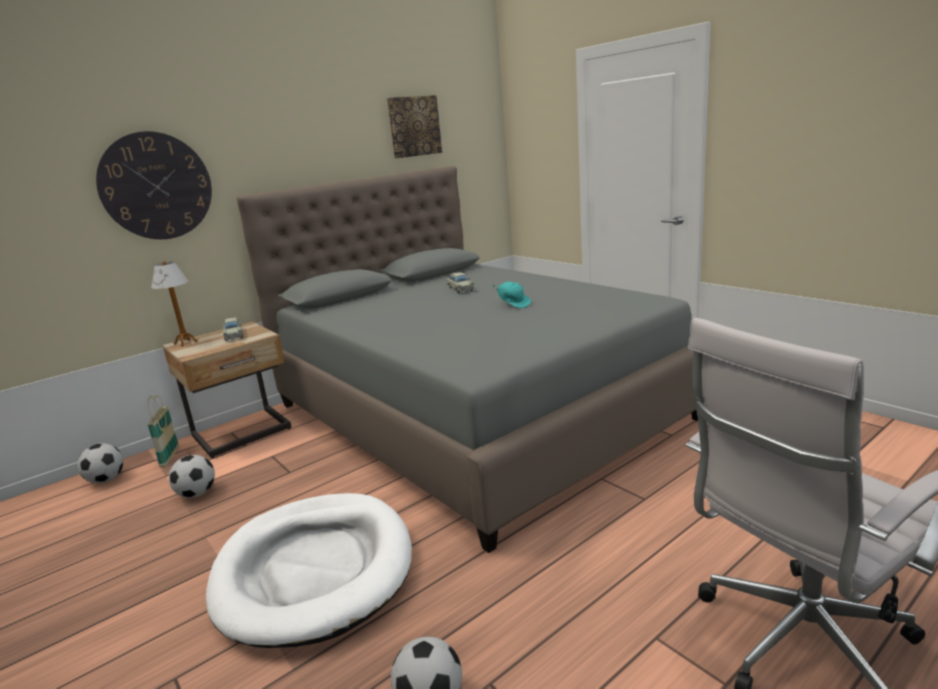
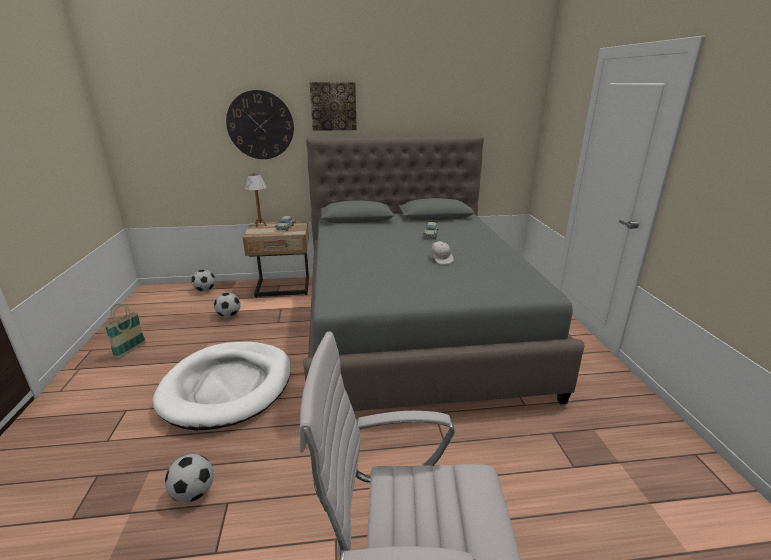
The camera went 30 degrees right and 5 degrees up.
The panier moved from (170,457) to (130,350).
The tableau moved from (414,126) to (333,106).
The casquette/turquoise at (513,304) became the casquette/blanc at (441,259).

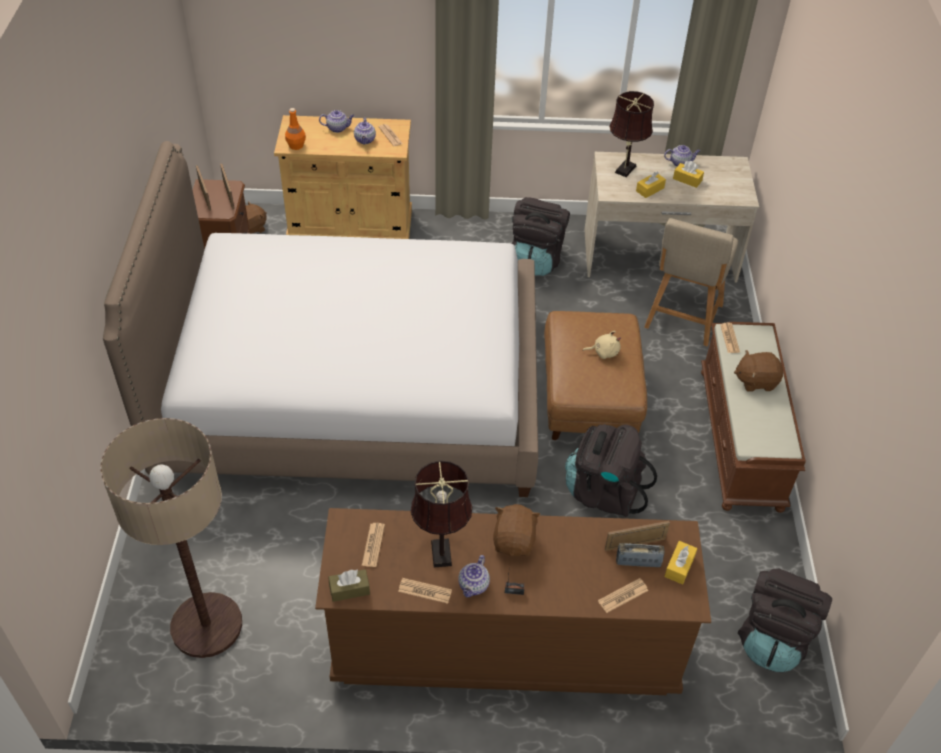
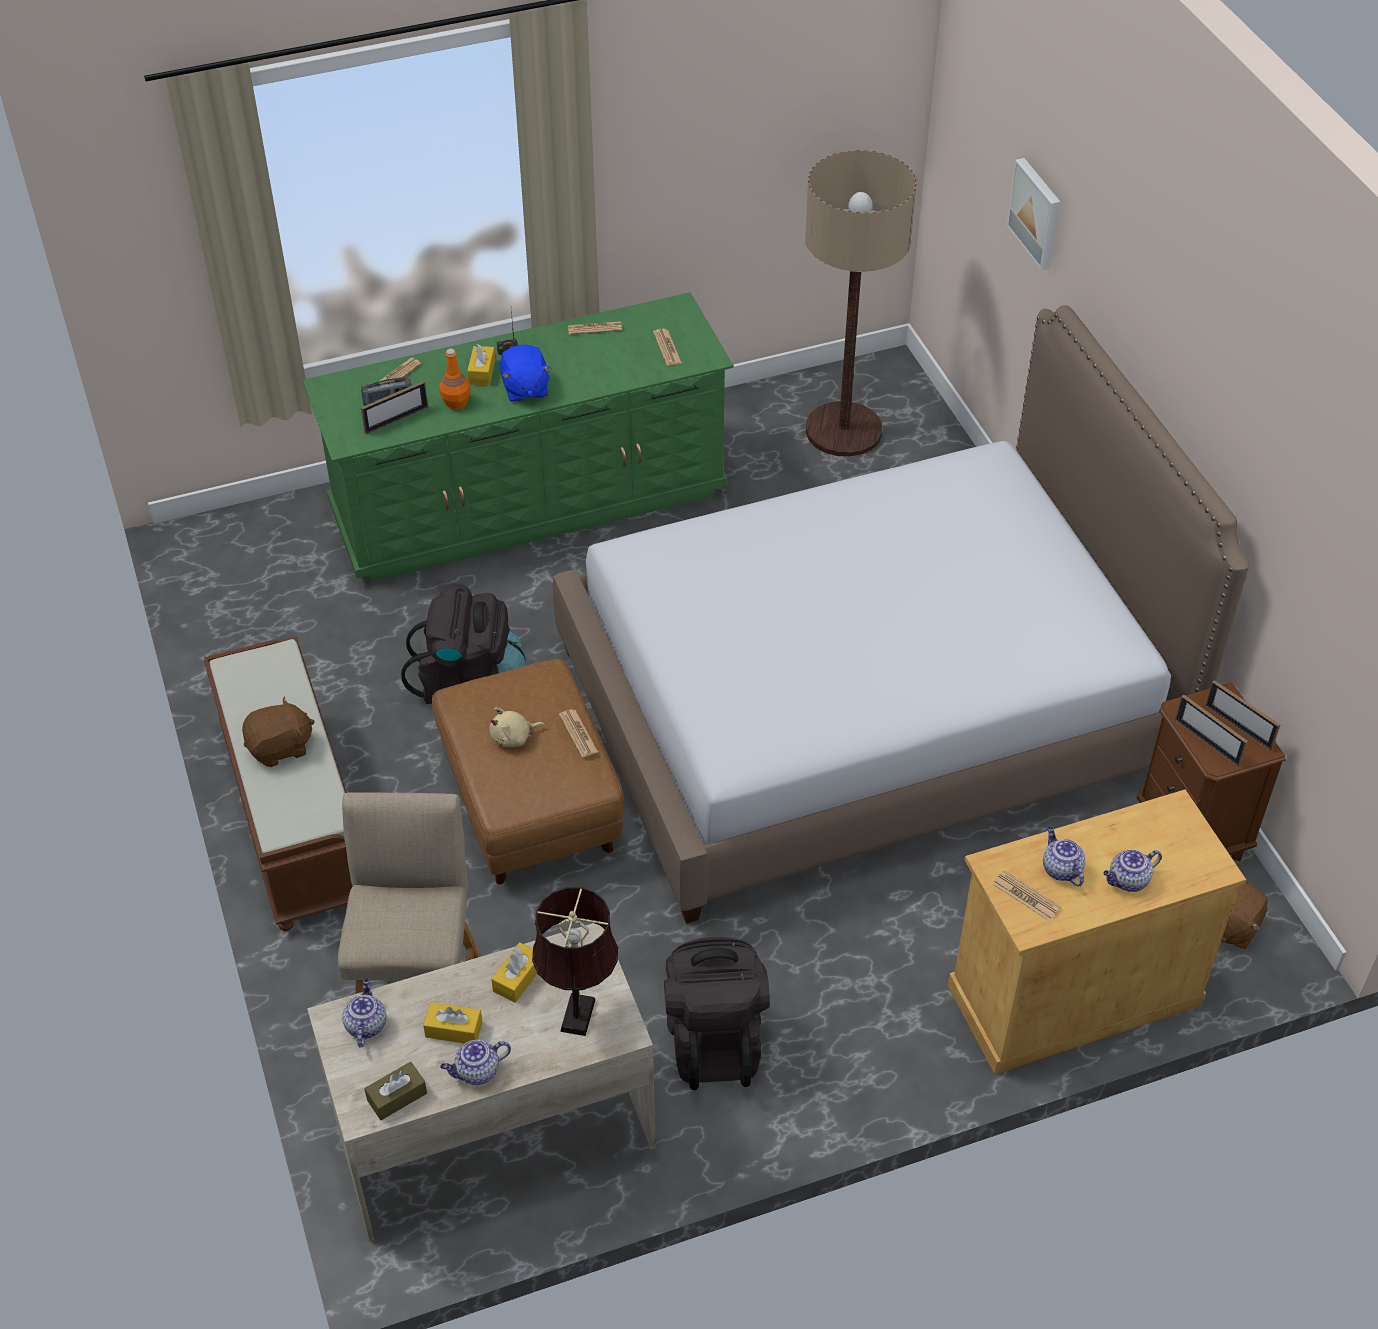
The camera went 160 degrees right and 0 degrees up.
The commode/marron at (505,642) became the commode/vert at (529,502).
The théière moved from (473,586) to (365,1024).
The boîte à mouchoirs/marron moved from (349,589) to (397,1096).
The bouteille/orange moved from (296,146) to (456,402).
The boîte à mouchoirs/jaune moved from (679,566) to (482,372).
The peluche/marron at (514,541) became the peluche/bleu at (525,388).
The journal moved from (729,338) to (578,734).
The tableau at (1037,213) appeared.
The lampe de table/marron at (441,550) disappeared.
The sac à dos/noir at (773,638) disappeared.

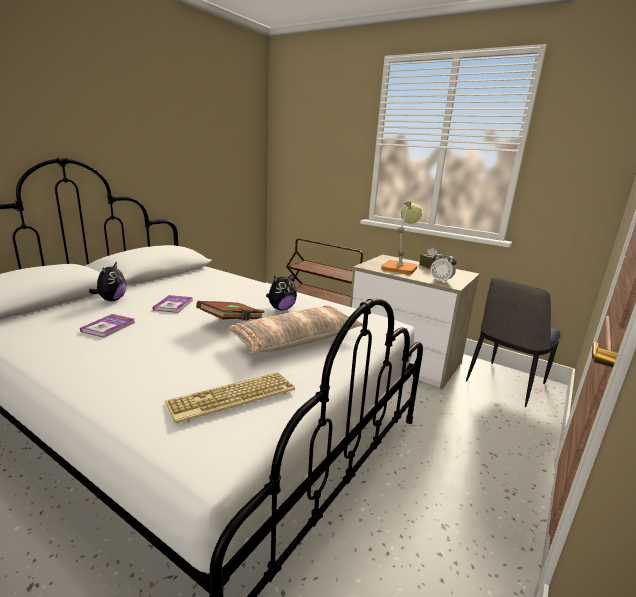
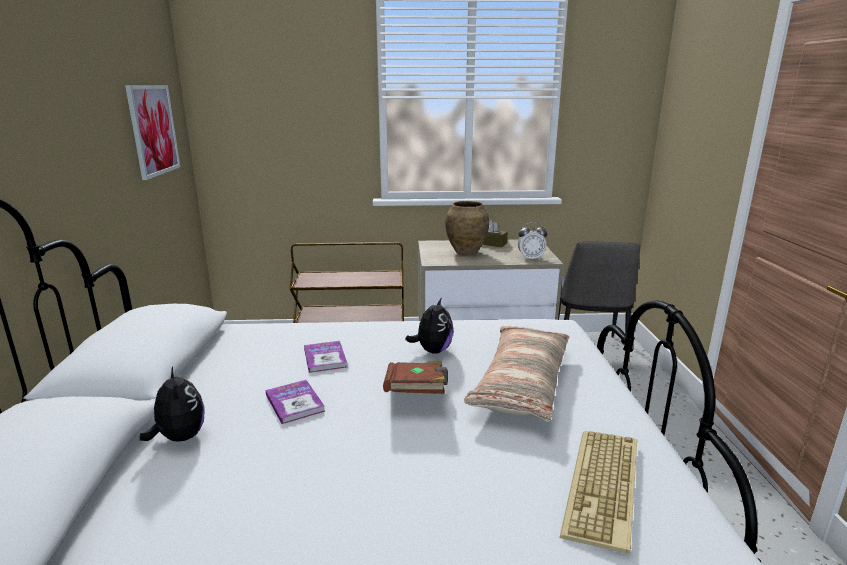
The camera went 35 degrees left and 0 degrees up.
The tableau at (153,130) appeared.
The livre moved from (108,327) to (325,358).
The lampe de table at (400,267) was replaced by the vase/marron at (466,252).

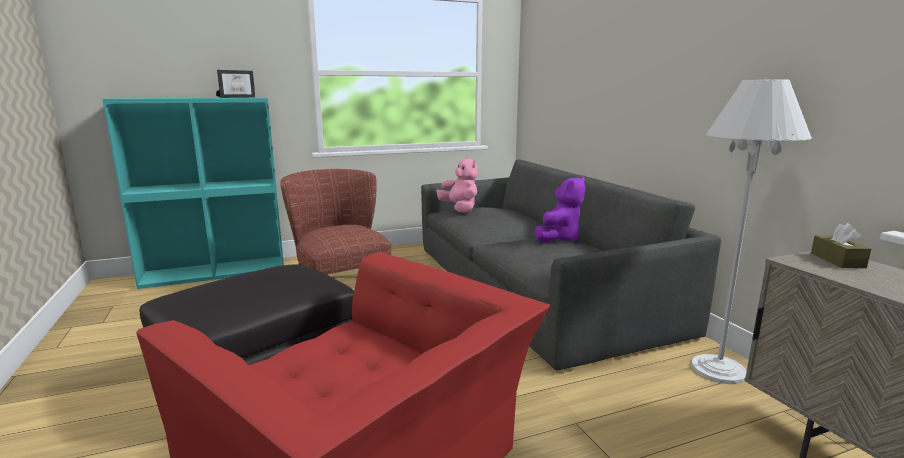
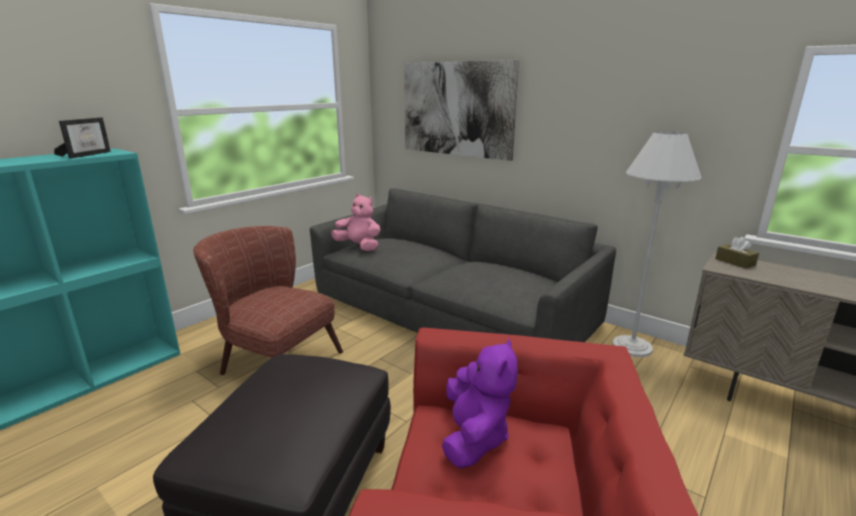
The camera went 30 degrees left and 5 degrees up.
The tableau at (457,109) appeared.
The peluche/violet moved from (559,238) to (474,437).

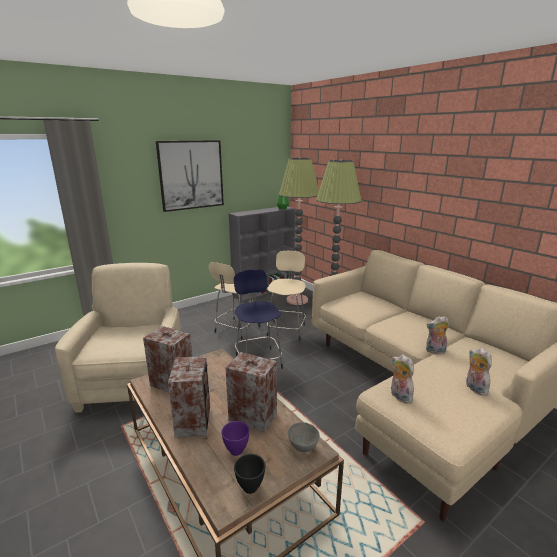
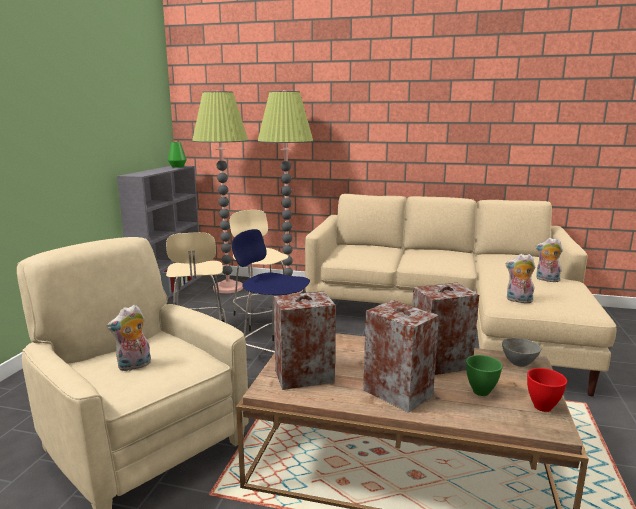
The camera went 40 degrees left and 5 degrees down.
The peluche moved from (435,351) to (134,366).
The bol/violet at (235,451) became the bol/vert at (480,392).
The bol/noir at (250,487) became the bol/rouge at (541,406).
The tableau at (191,175) disappeared.

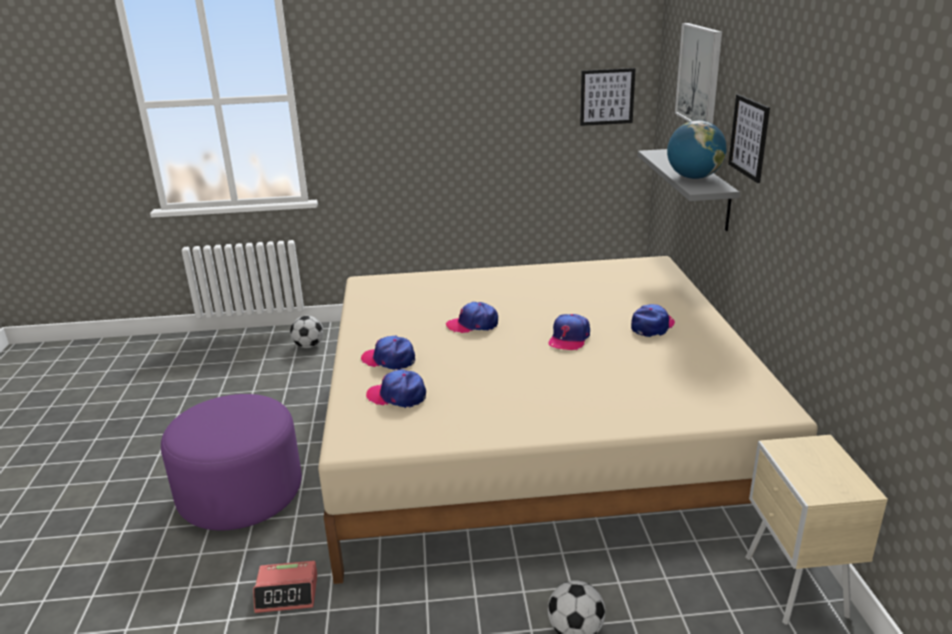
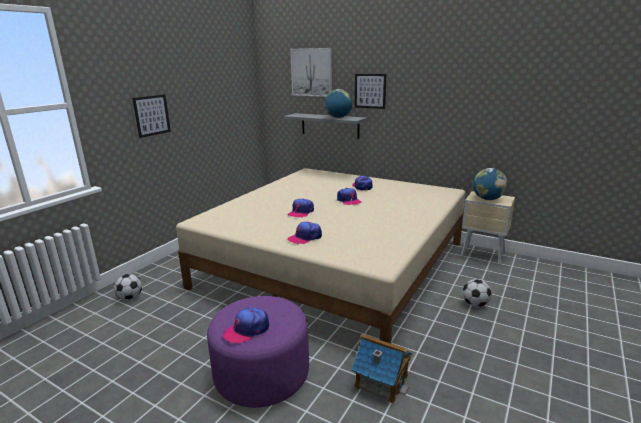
The camera went 55 degrees left and 5 degrees down.
The tableau moved from (607,97) to (152,115).
The casquette moved from (397,396) to (247,330).
The réveil at (287,593) was replaced by the maison miniature at (381,381).
The globe at (487,199) appeared.

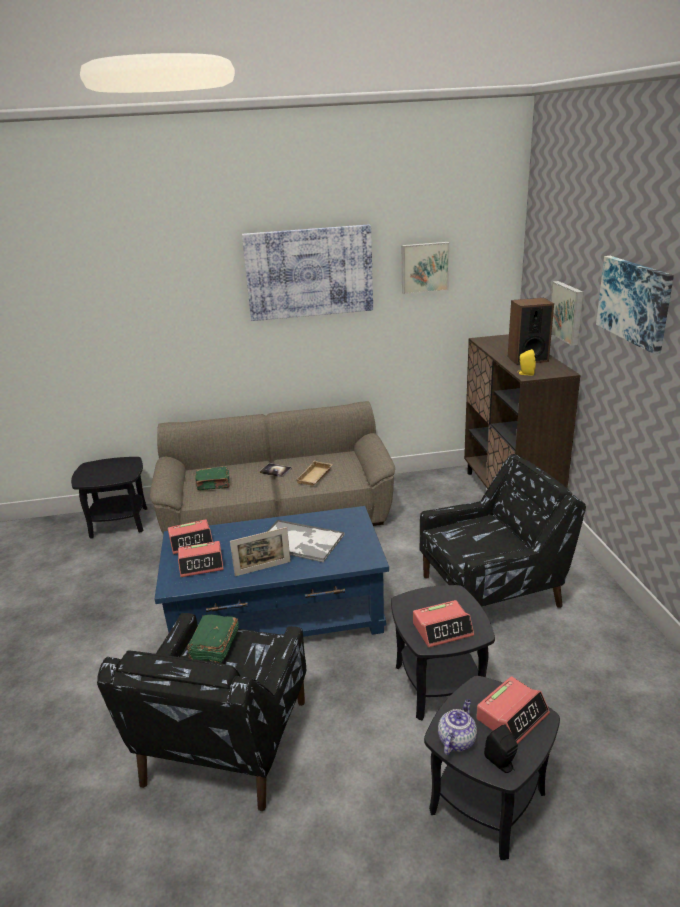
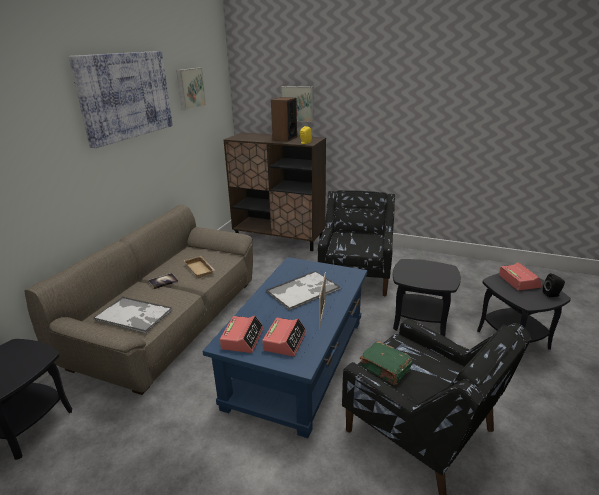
The camera went 60 degrees left and 0 degrees up.
The livre/vert at (214,484) was replaced by the plateau at (134,315).
The réveil at (443,629) disappeared.
The théière at (456,740) disappeared.
The tableau at (635,302) disappeared.

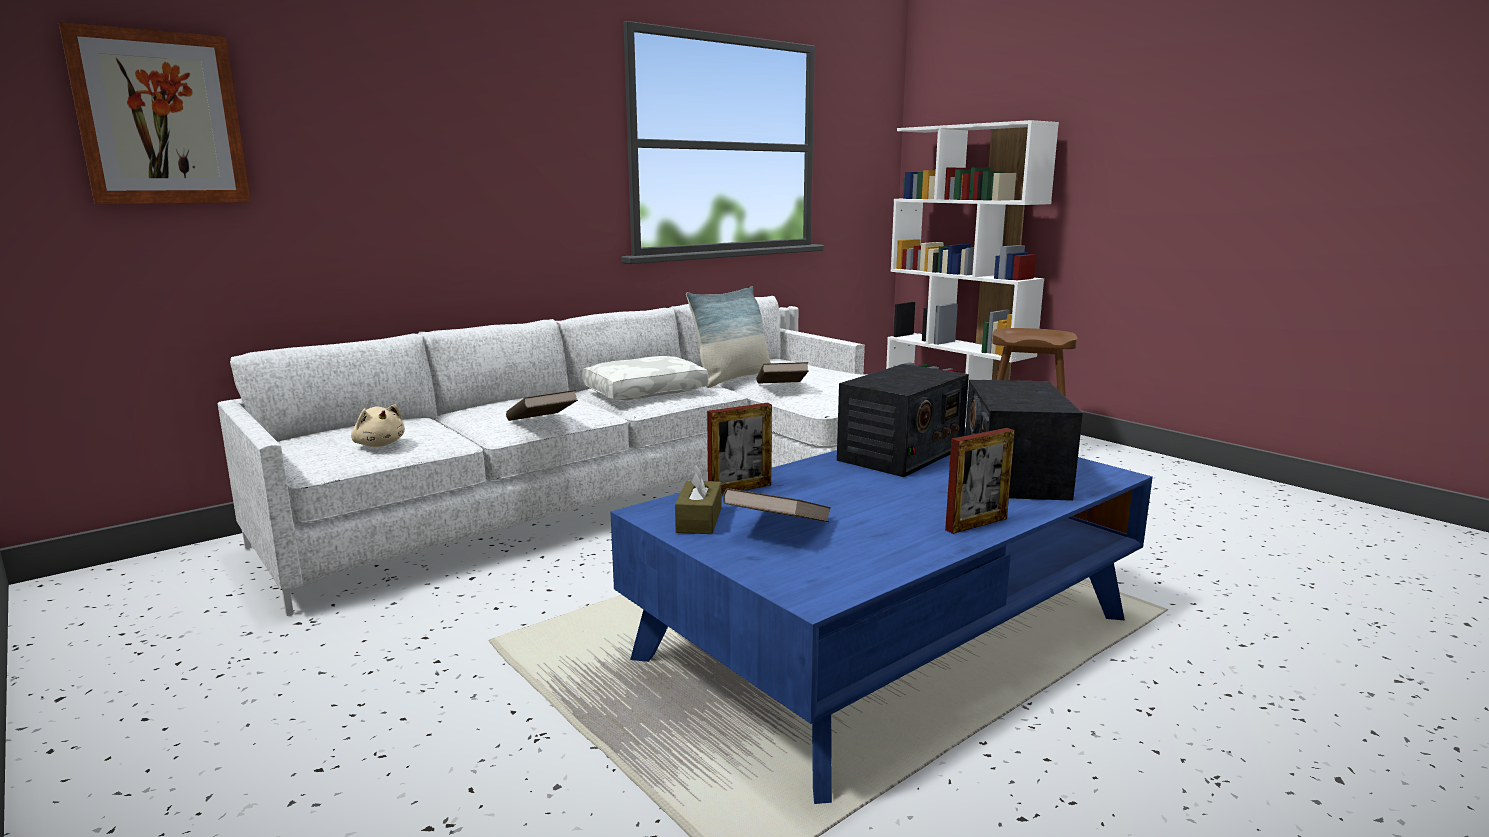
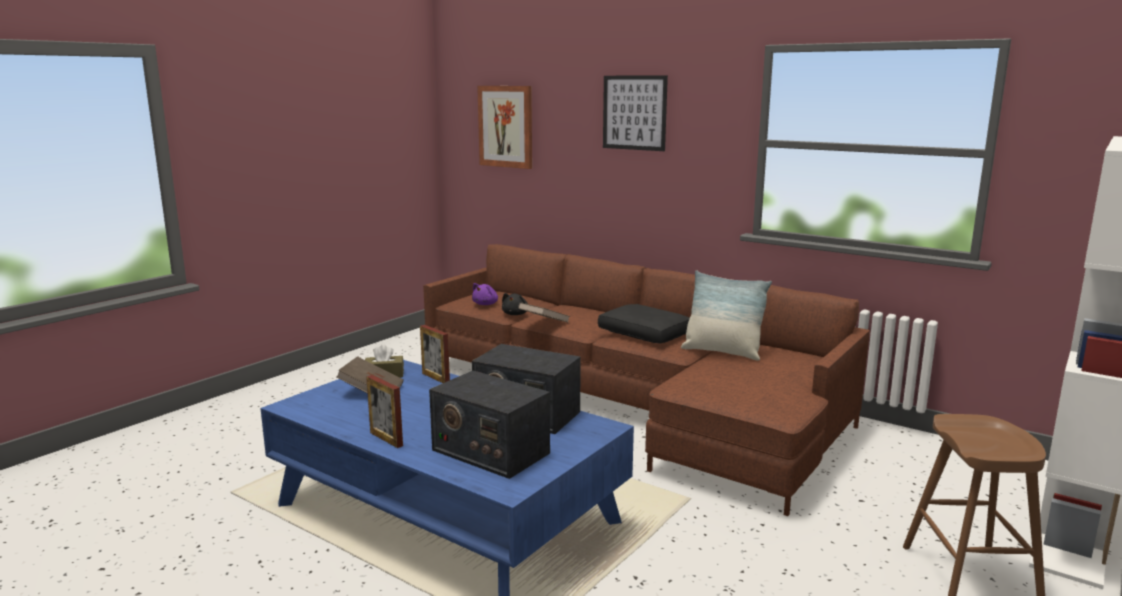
The camera went 75 degrees right and 0 degrees up.
The canapé/blanc at (633,494) became the canapé/marron at (635,404).
The radio at (1013,475) turned 135 degrees counterclockwise.
The peluche/beige at (379,444) became the peluche/violet at (486,304).
The peluche/noir at (516,314) appeared.
The coussin/blanc at (645,391) became the coussin/noir at (646,333).
The tableau at (634,112) appeared.
The livre/marron at (781,388) disappeared.

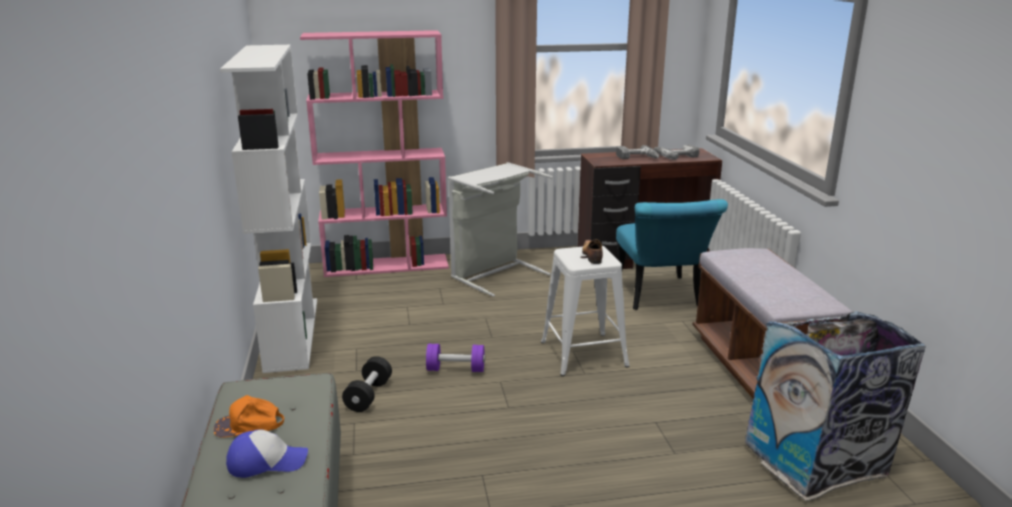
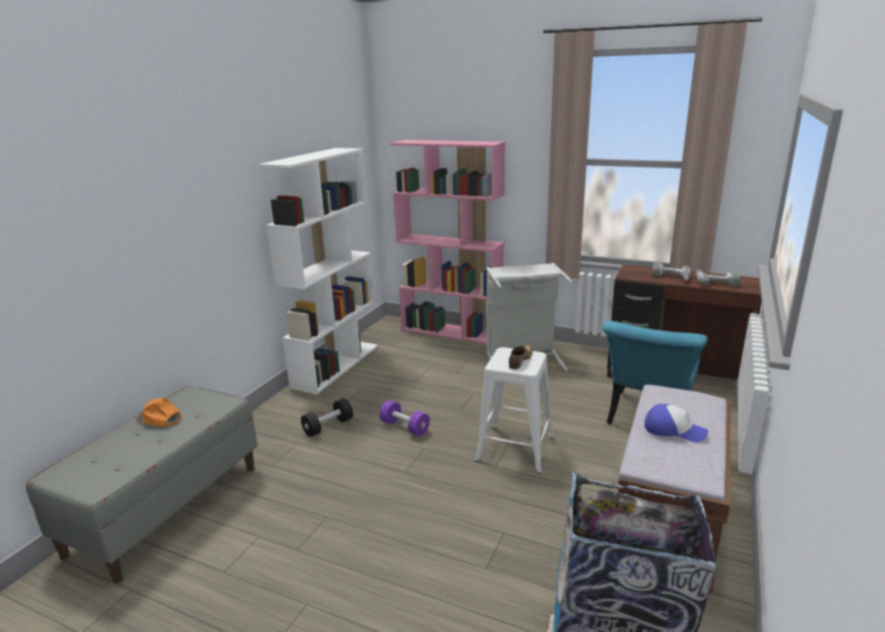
The camera went 35 degrees right and 0 degrees up.
The casquette moved from (267,462) to (674,430).

